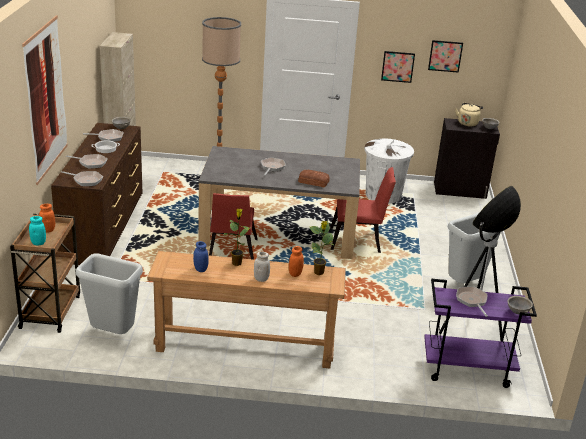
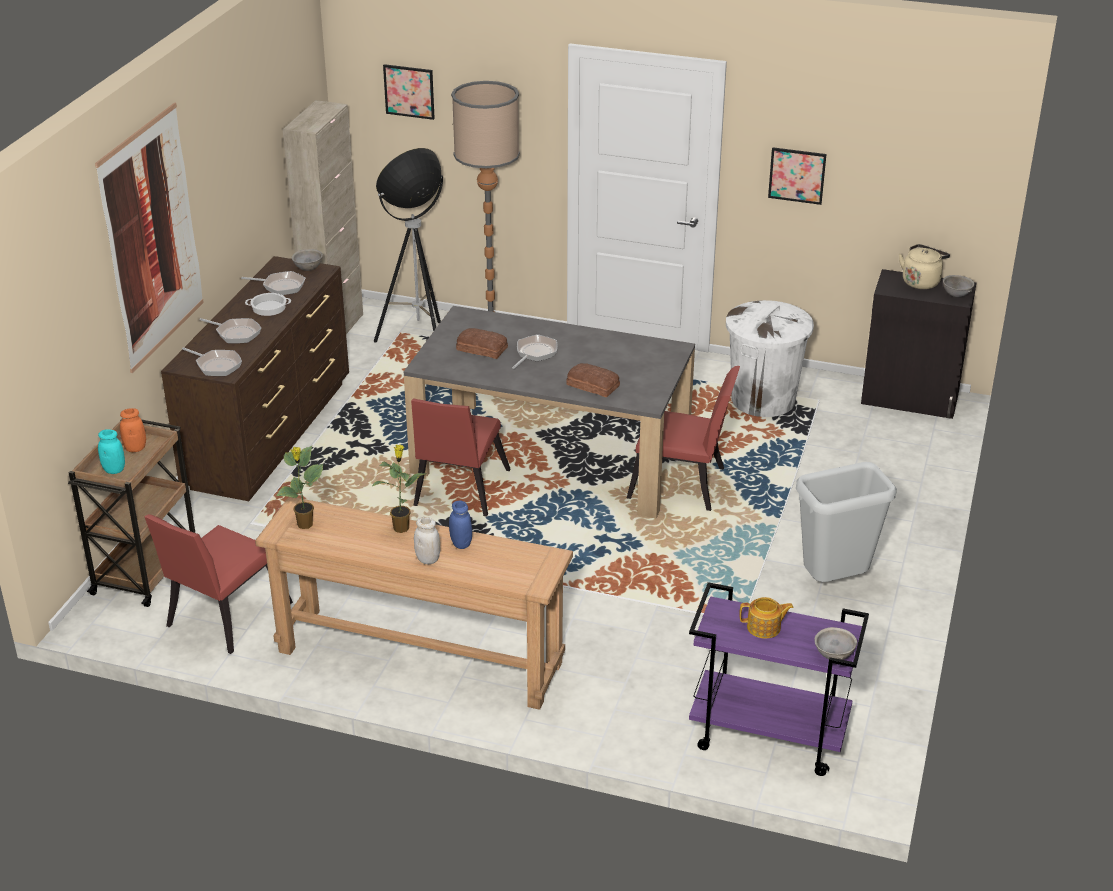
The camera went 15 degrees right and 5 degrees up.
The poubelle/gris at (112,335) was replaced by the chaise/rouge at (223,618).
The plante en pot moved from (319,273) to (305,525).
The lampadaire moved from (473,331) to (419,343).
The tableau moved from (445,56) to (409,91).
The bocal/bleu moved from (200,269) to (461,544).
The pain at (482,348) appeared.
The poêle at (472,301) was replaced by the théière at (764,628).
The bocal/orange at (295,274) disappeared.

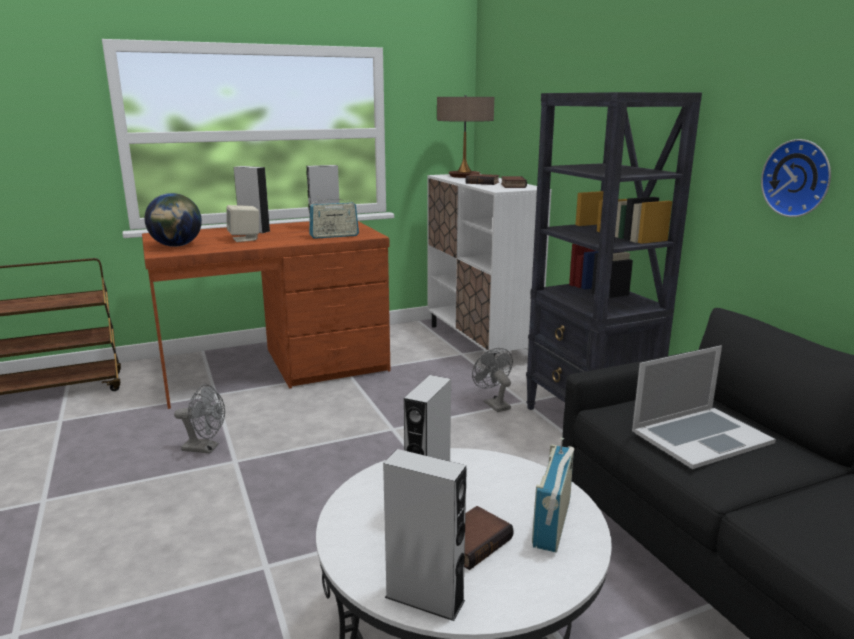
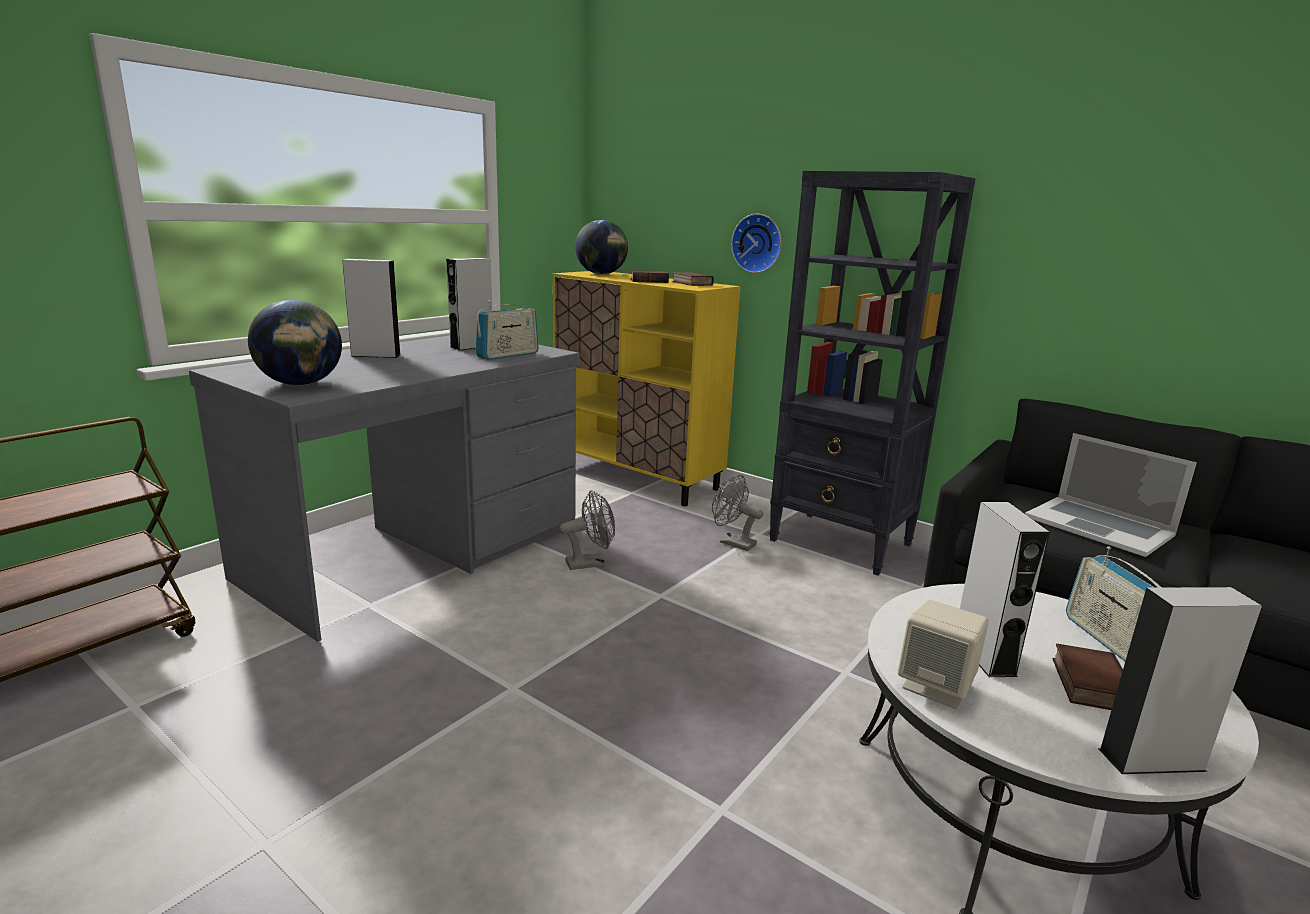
The camera went 30 degrees left and 0 degrees up.
The bureau/marron at (275,368) became the bureau/gris at (418,551).
The meuble de rangement/blanc at (480,343) became the meuble de rangement/jaune at (637,477).
The ventilateur/gris moved from (205,448) to (590,563).
The lampe de table at (464,176) was replaced by the globe at (601,274).
The horloge murale moved from (798,178) to (758,243).
The enceinte/beige moved from (244,239) to (936,686).
The ordinateur portable at (700,436) turned 105 degrees clockwise.

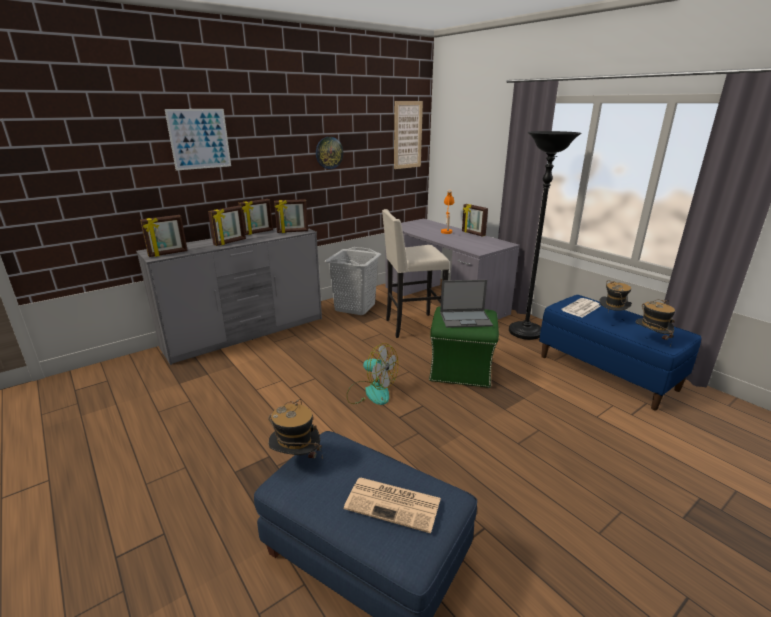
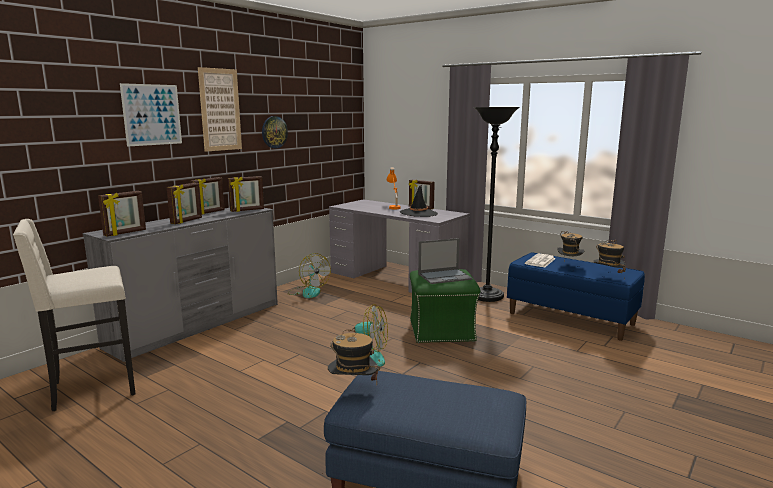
The camera went 15 degrees left and 10 degrees down.
The tabouret/beige moved from (412,326) to (91,388).
The tableau moved from (408,135) to (220,110).
The panier à linge/gris at (355,307) was replaced by the ventilateur at (308,292).
The chapeau/noir at (418,213) appeared.
The journal at (394,504) disappeared.

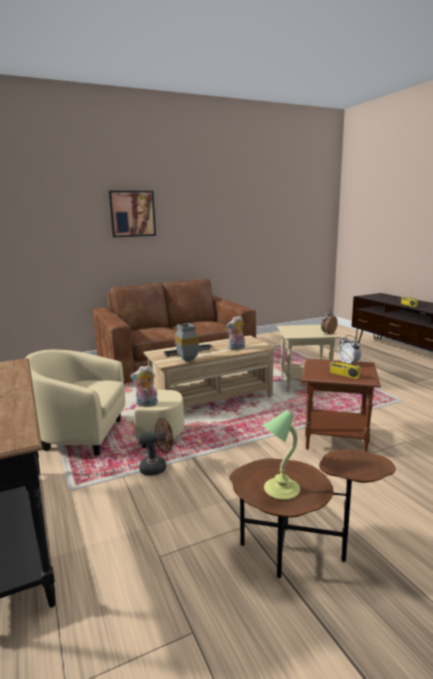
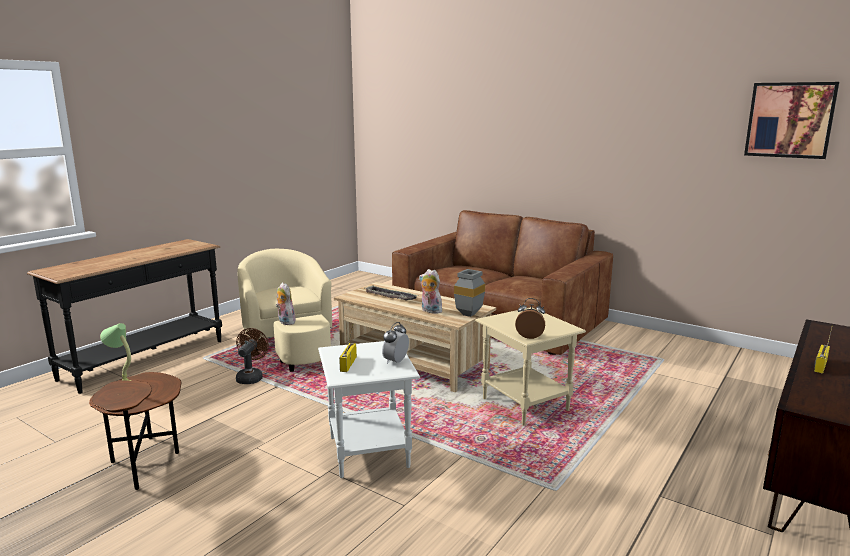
The camera went 60 degrees right and 0 degrees up.
The ventilateur/marron at (157,467) turned 120 degrees counterclockwise.
The table d'appoint/marron at (336,440) became the table d'appoint/blanc at (369,453).
The vase/gris moved from (186,360) to (469,314).
The tableau moved from (132,213) to (789,120).

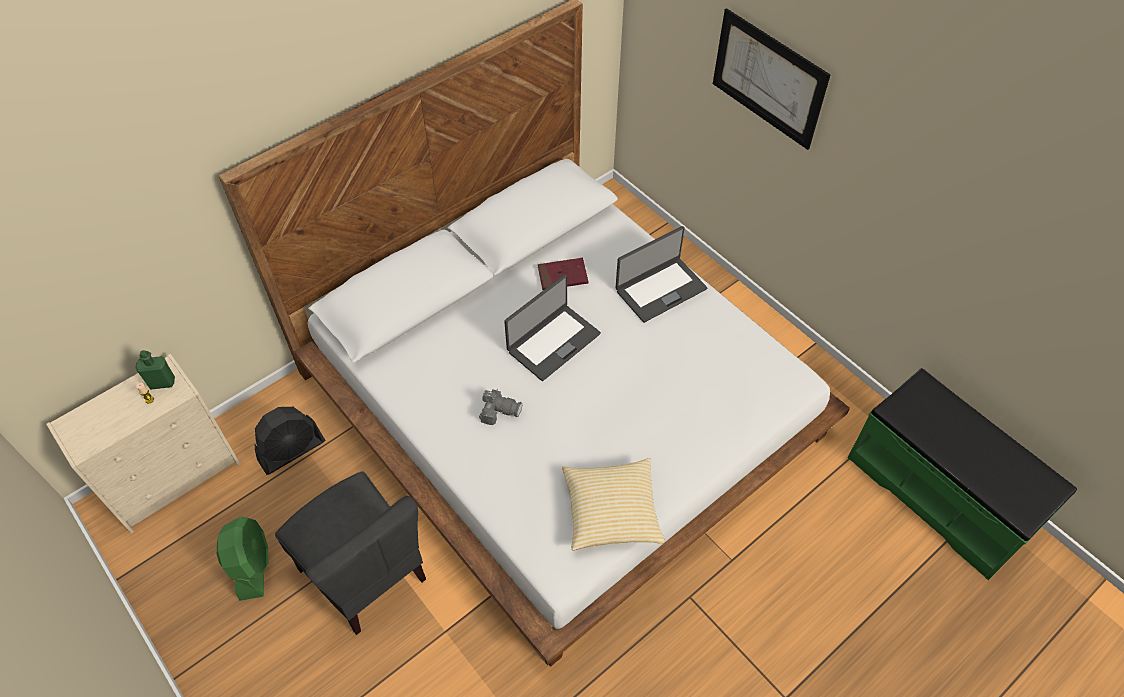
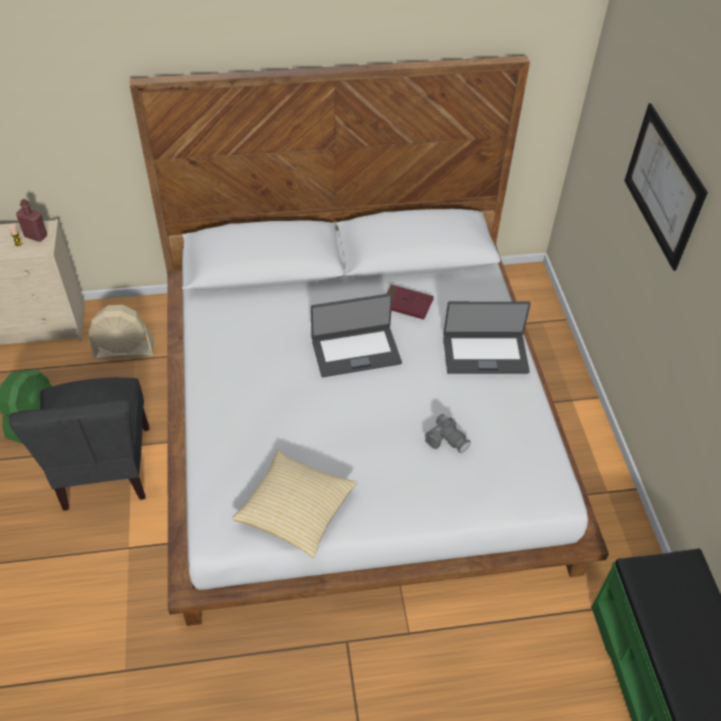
The camera went 30 degrees right and 5 degrees down.
The bouteille/vert at (162,382) became the bouteille/rouge at (36,236).
The ventilateur/noir at (292,450) became the ventilateur/beige at (124,350).
The appareil photo moved from (499,411) to (447,440).

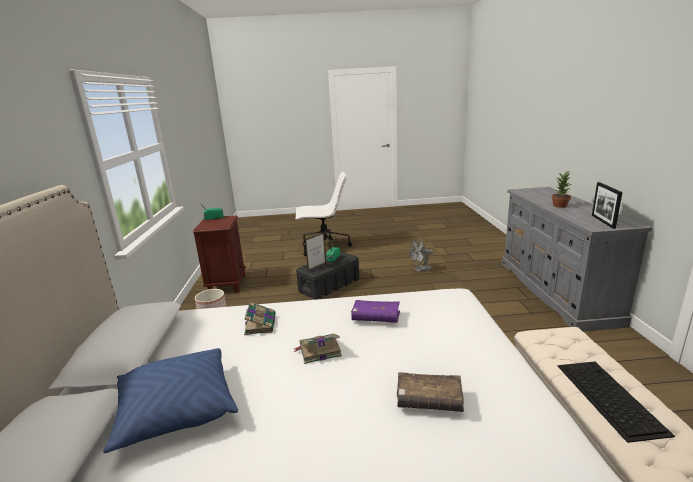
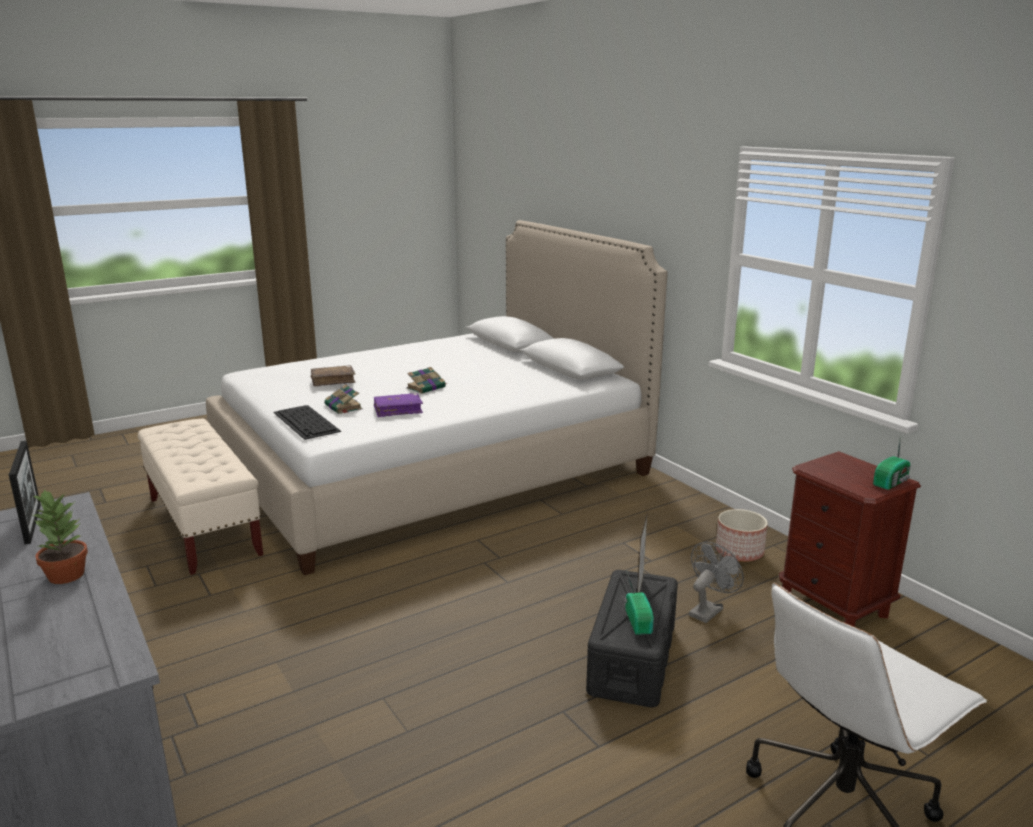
The camera went 150 degrees right and 0 degrees up.
The clavier moved from (607,396) to (307,422).
The livre moved from (260,324) to (344,407).
The ventilateur/gris moved from (420,270) to (708,610).
The coussin/bleu at (176,410) disappeared.

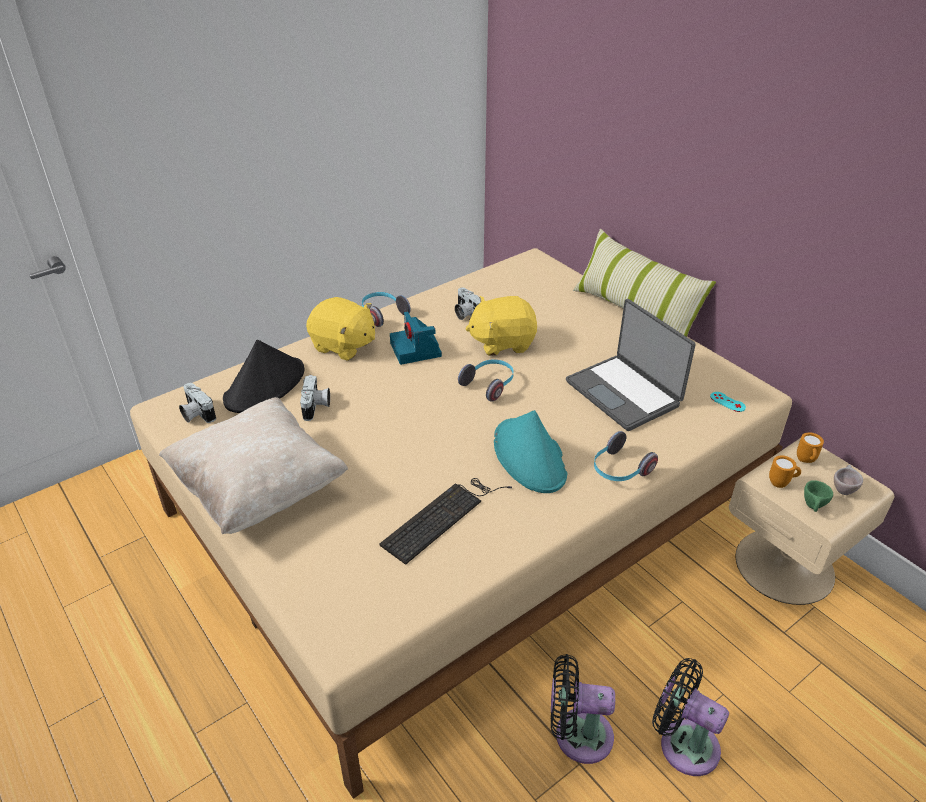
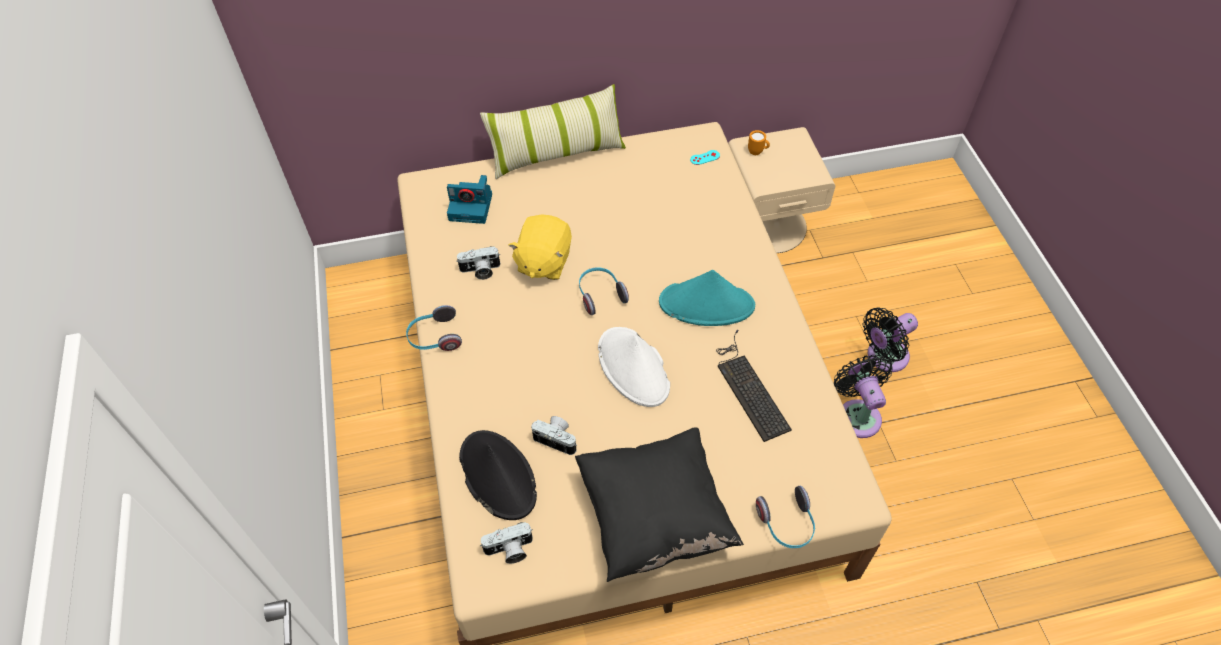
The camera went 65 degrees left and 15 degrees up.
The appareil photo moved from (416,350) to (472,207).
The coussin/beige at (259,489) became the coussin/noir at (654,516).
The chapeau/blanc at (634,368) appeared.
The casque audio moved from (619,470) to (787,524).
The ventilateur/noir at (577,735) turned 135 degrees clockwise.
The peluche/jaune at (343,346) disappeared.
The ordinateur portable at (624,393) disappeared.
The mug/orange at (781,483) disappeared.
The tasse/vert at (813,507) disappeared.
The tasse/beige at (842,488) disappeared.

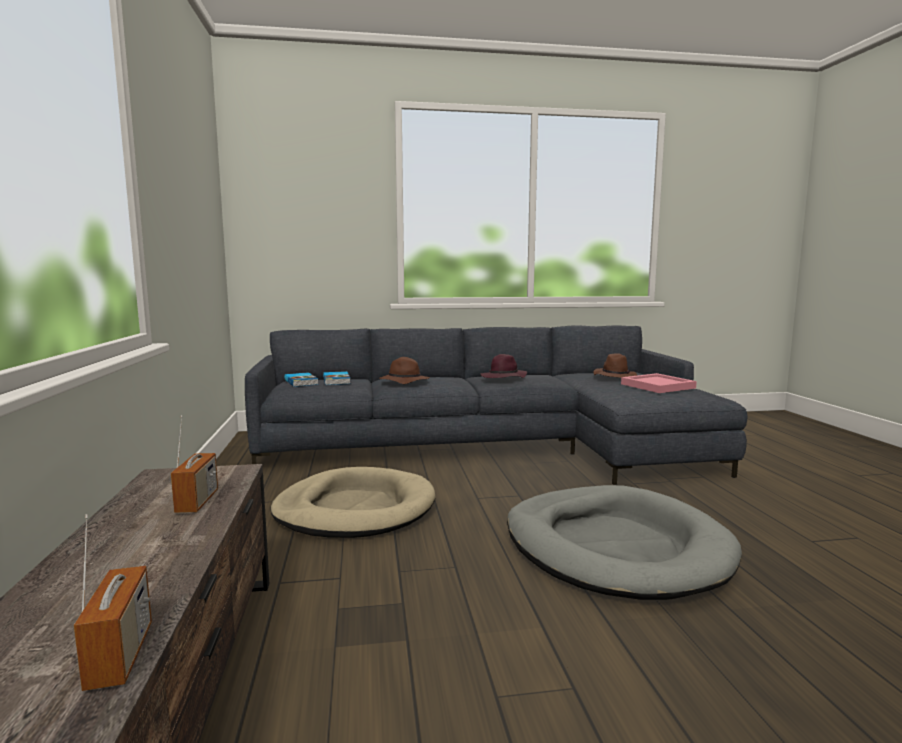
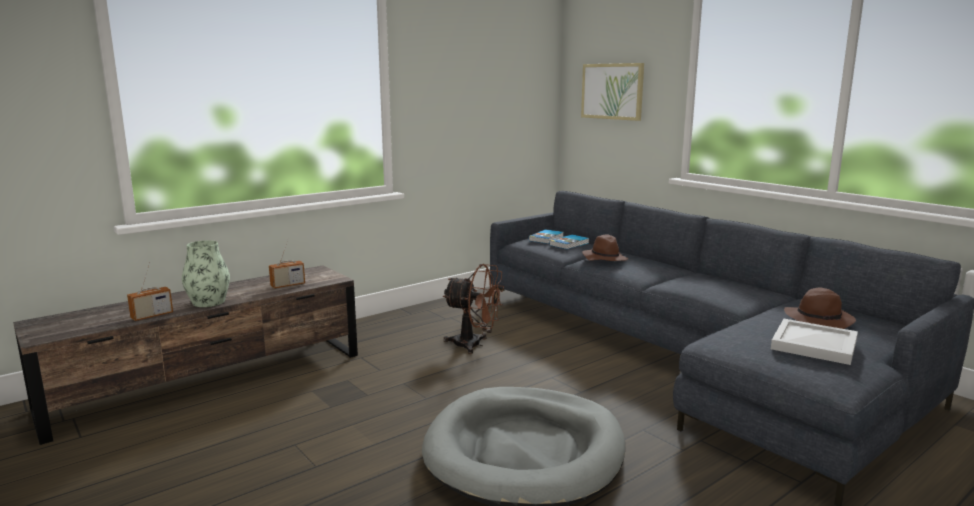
The camera went 60 degrees right and 5 degrees up.
The vase at (208,302) appeared.
The panier pour chien/beige at (355,509) was replaced by the ventilateur/marron at (474,345).
The tableau at (612,91) appeared.
The plateau/rose at (656,386) became the plateau/blanc at (813,344).
The chapeau/violet at (503,378) disappeared.

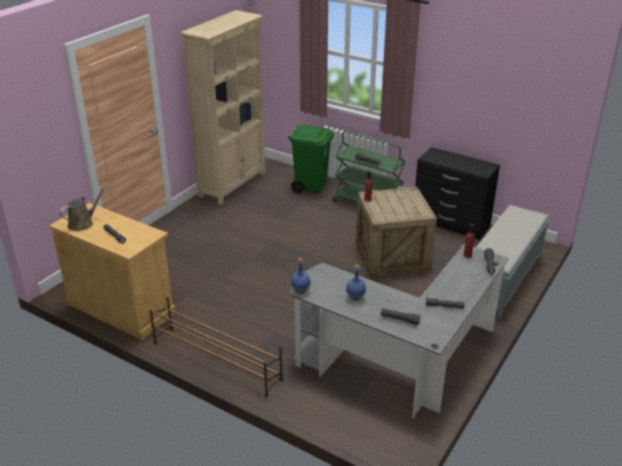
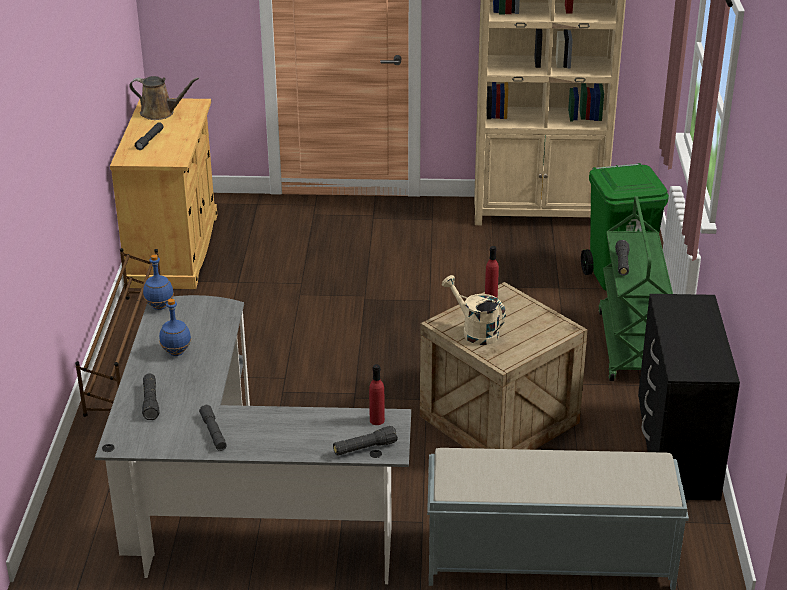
The camera went 60 degrees right and 0 degrees up.
The arrosoir/beige at (475,331) appeared.

